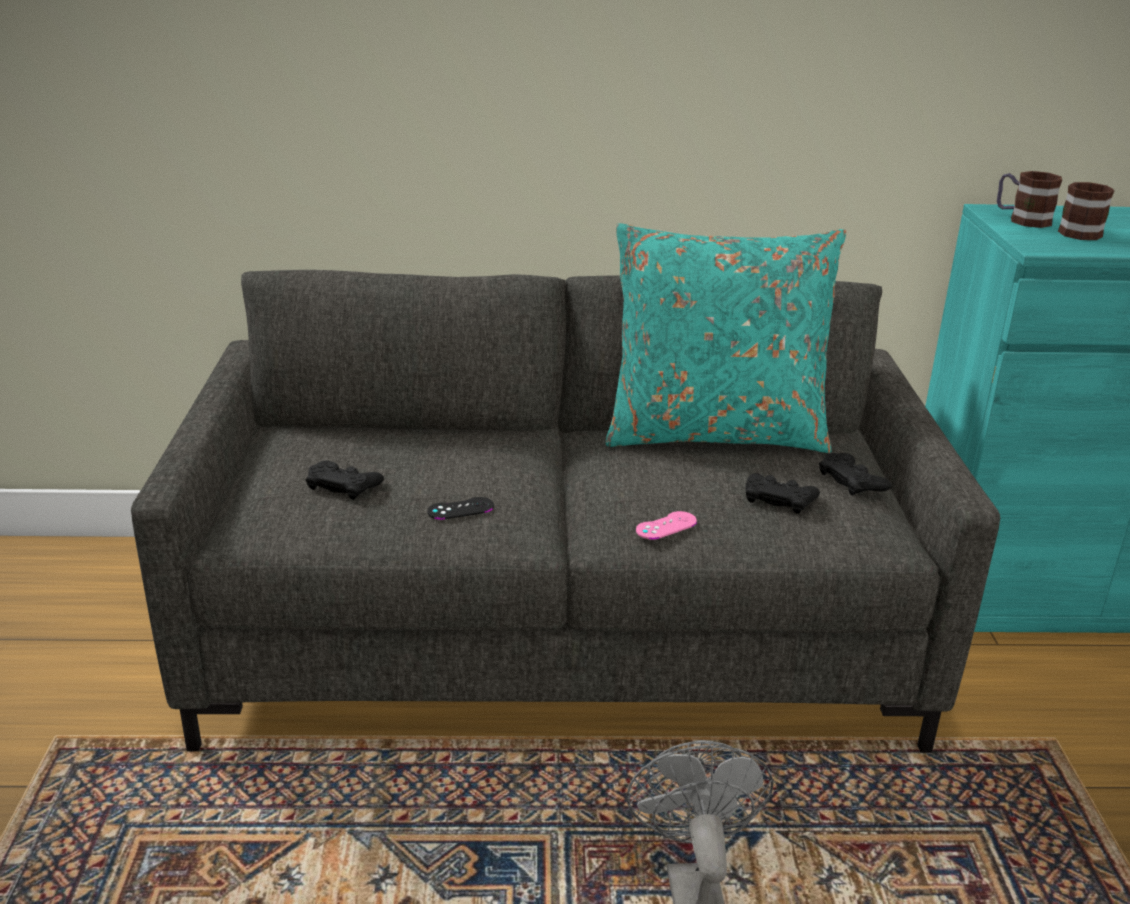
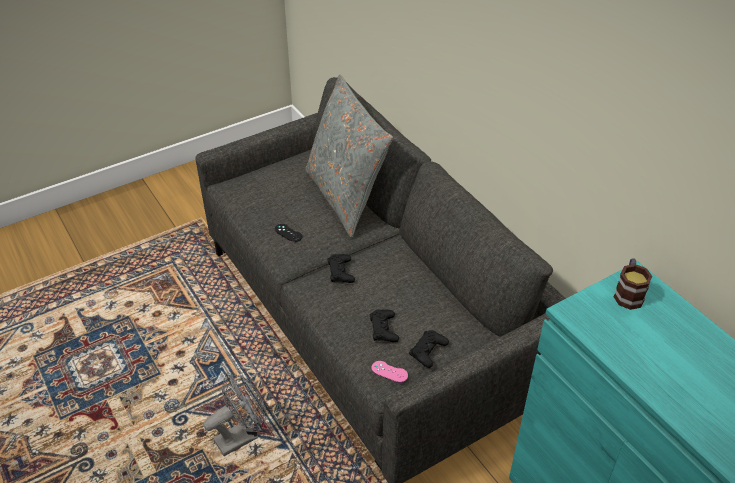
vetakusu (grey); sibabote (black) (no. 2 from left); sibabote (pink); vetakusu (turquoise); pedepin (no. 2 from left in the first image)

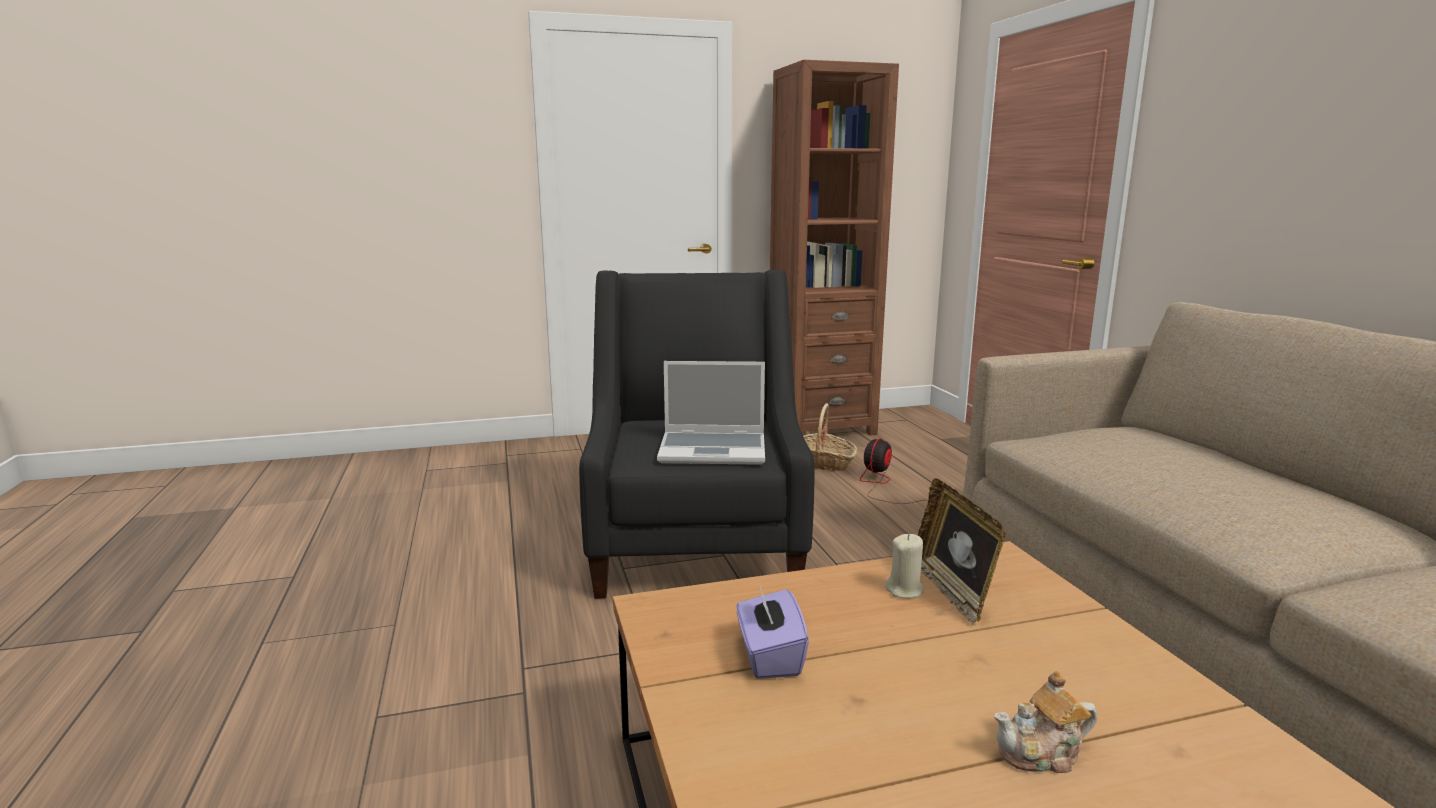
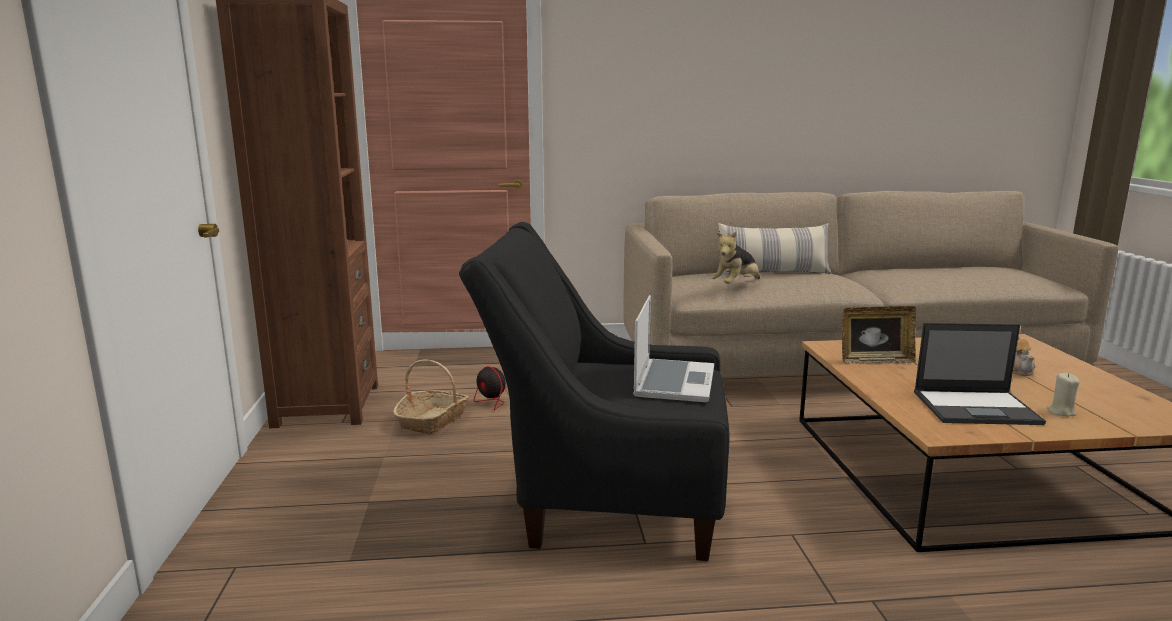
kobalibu; vetakusu; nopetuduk (no. 2 from left); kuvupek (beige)

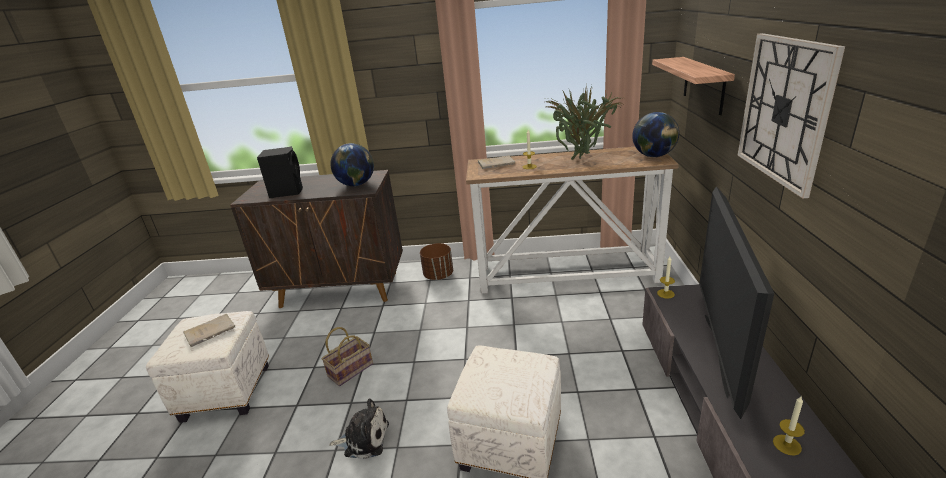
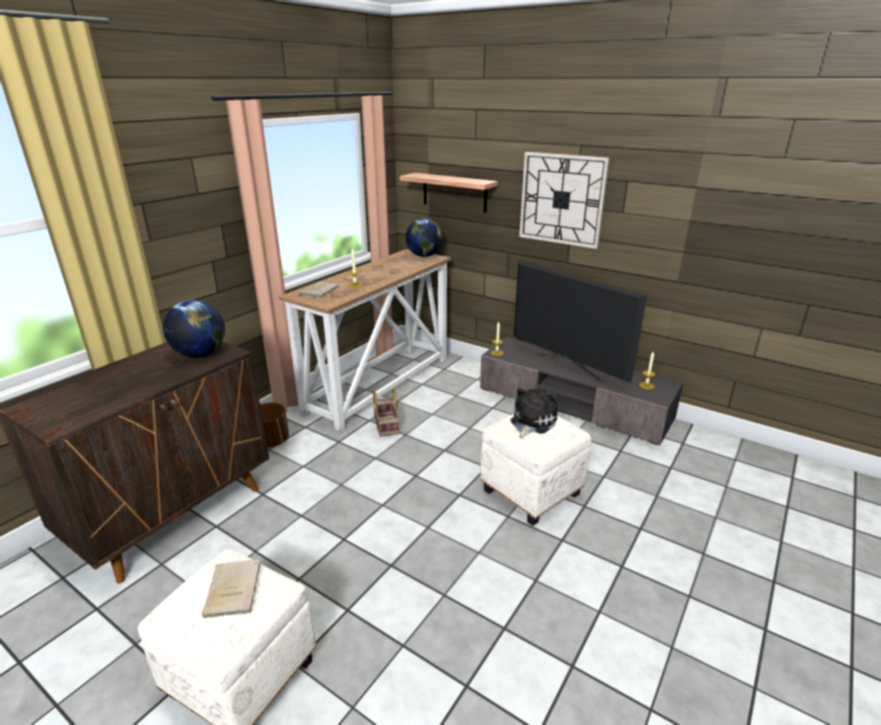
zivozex; kobalibu; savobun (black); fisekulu

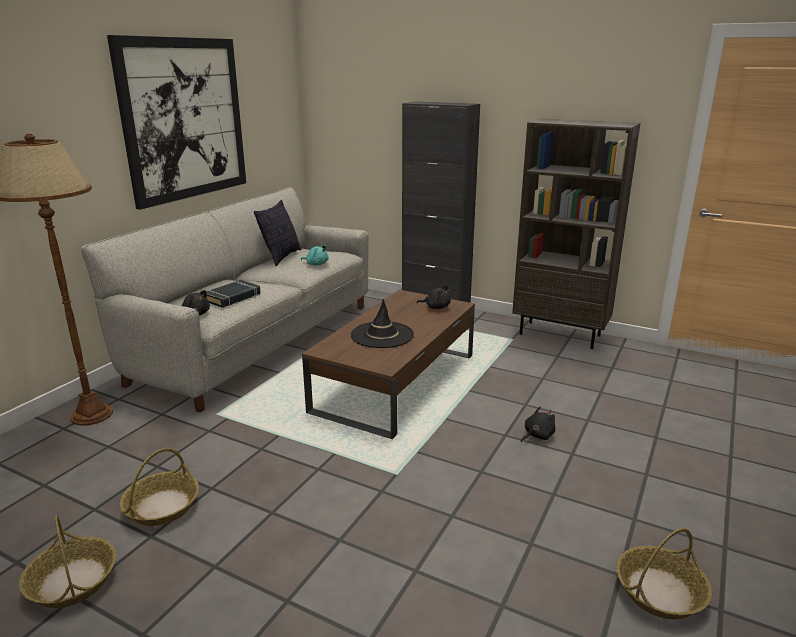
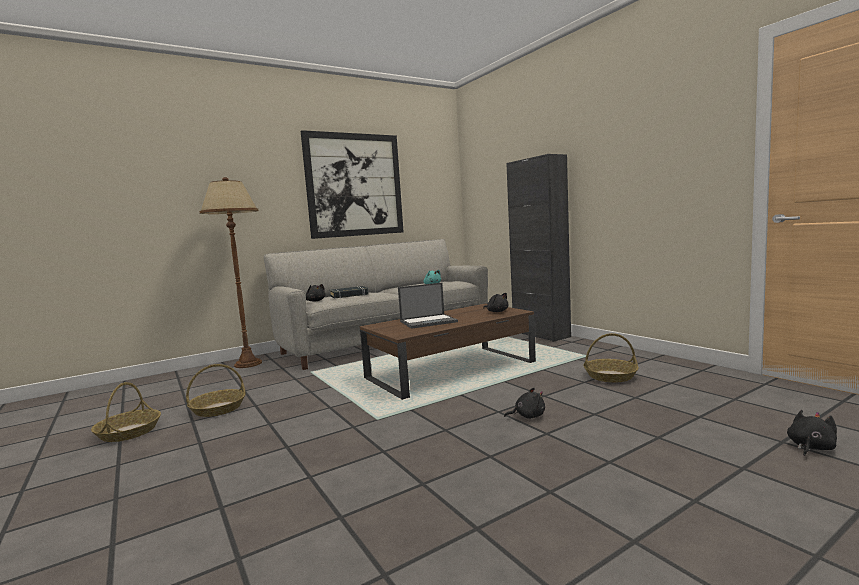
nopetuduk; zivozex (no. 3 from left); kobalibu (black) (no. 4 from left); vetakusu; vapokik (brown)

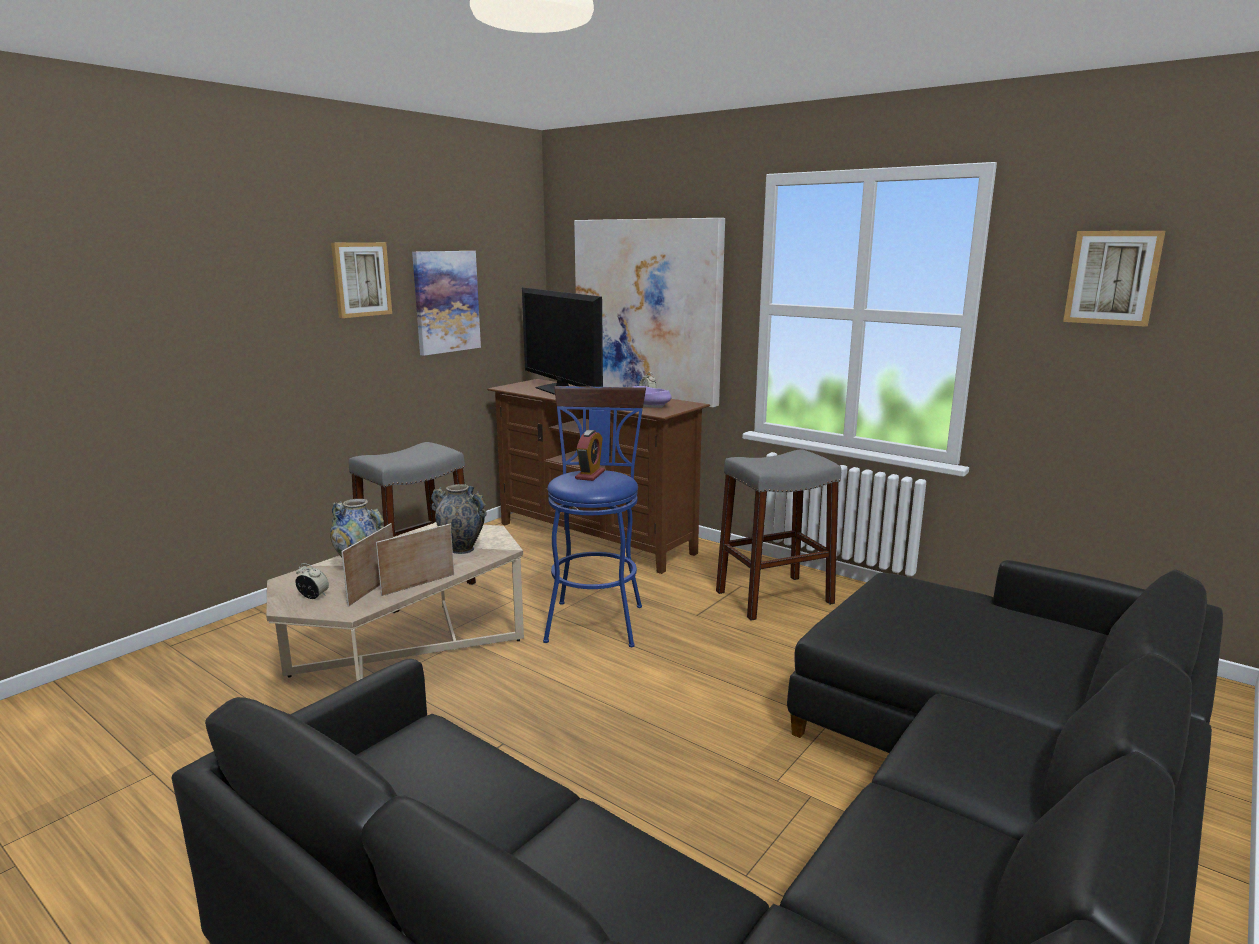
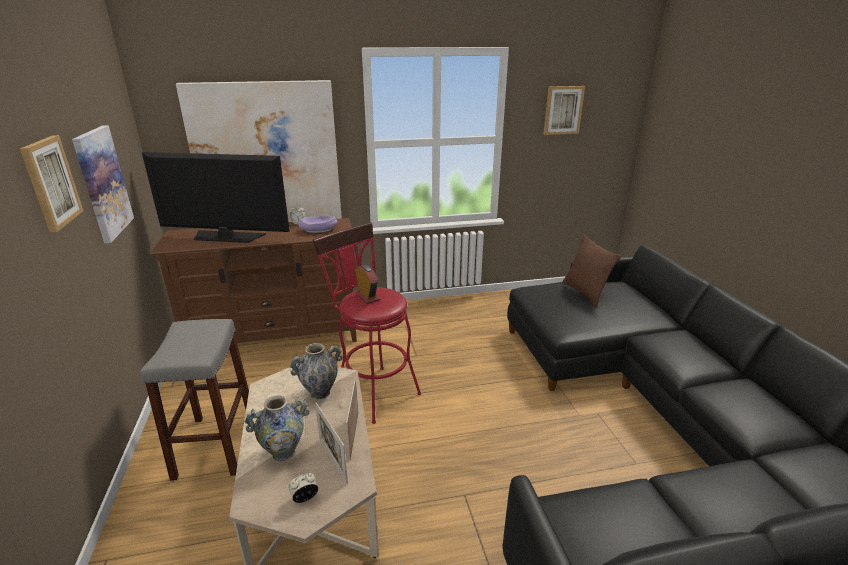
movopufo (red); vetakusu (brown); movopufo (grey) (no. 2 from left in the first image)

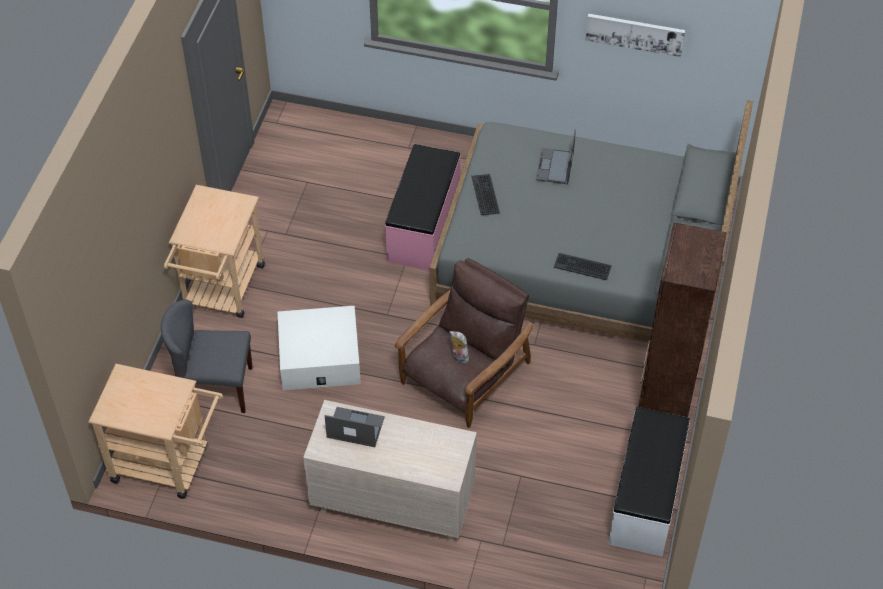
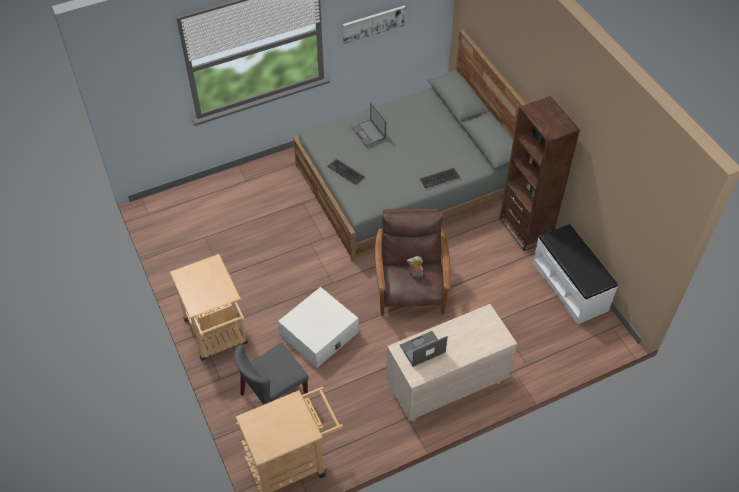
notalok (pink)

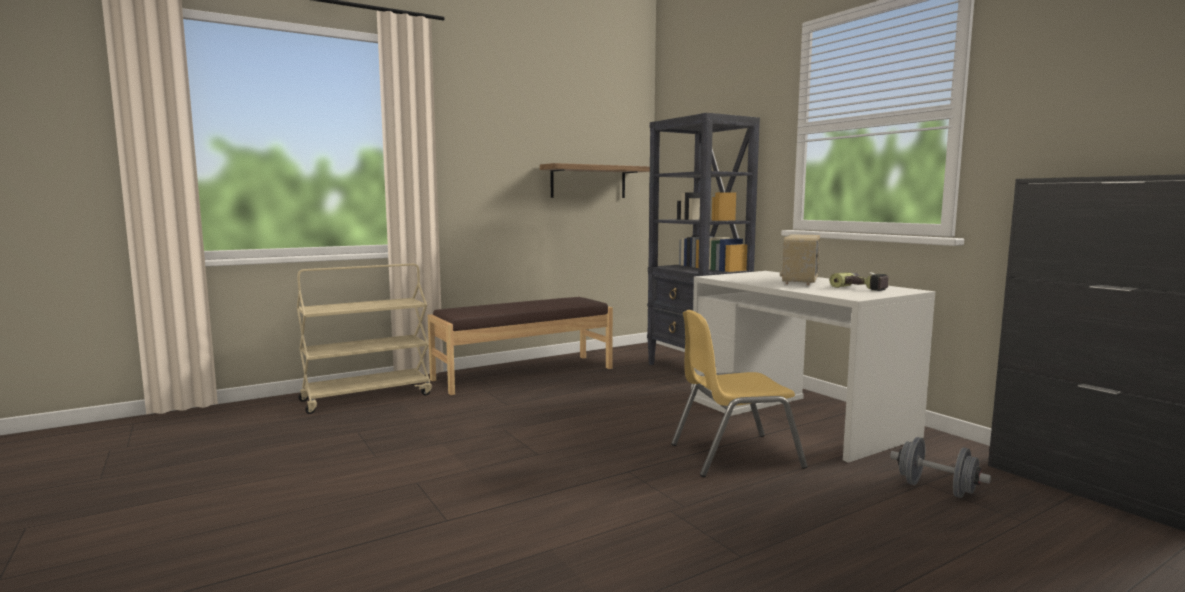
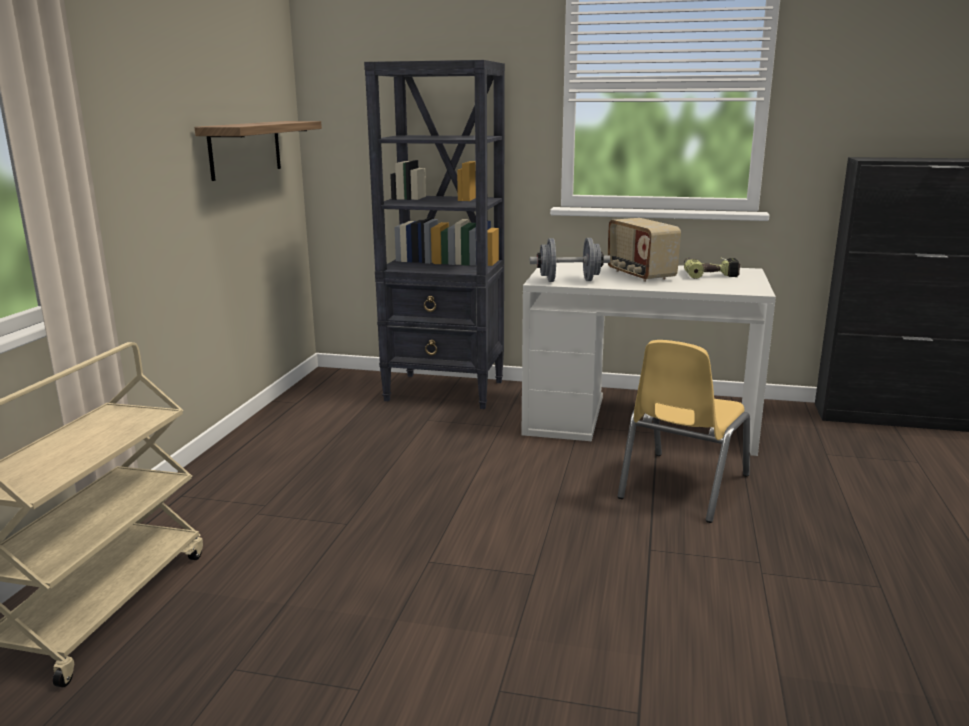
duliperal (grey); notalok (brown)

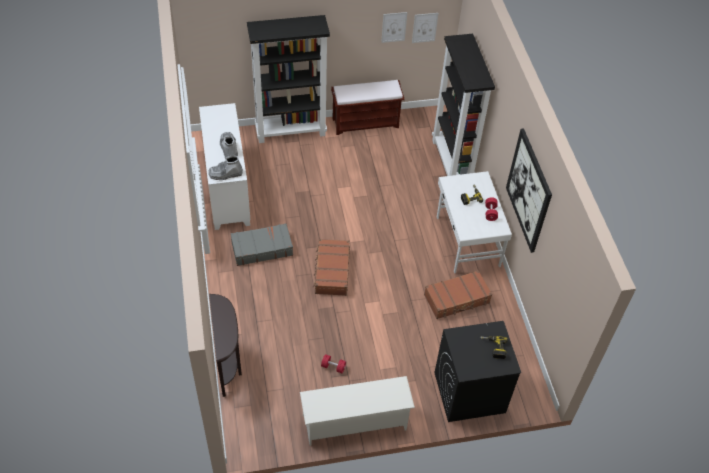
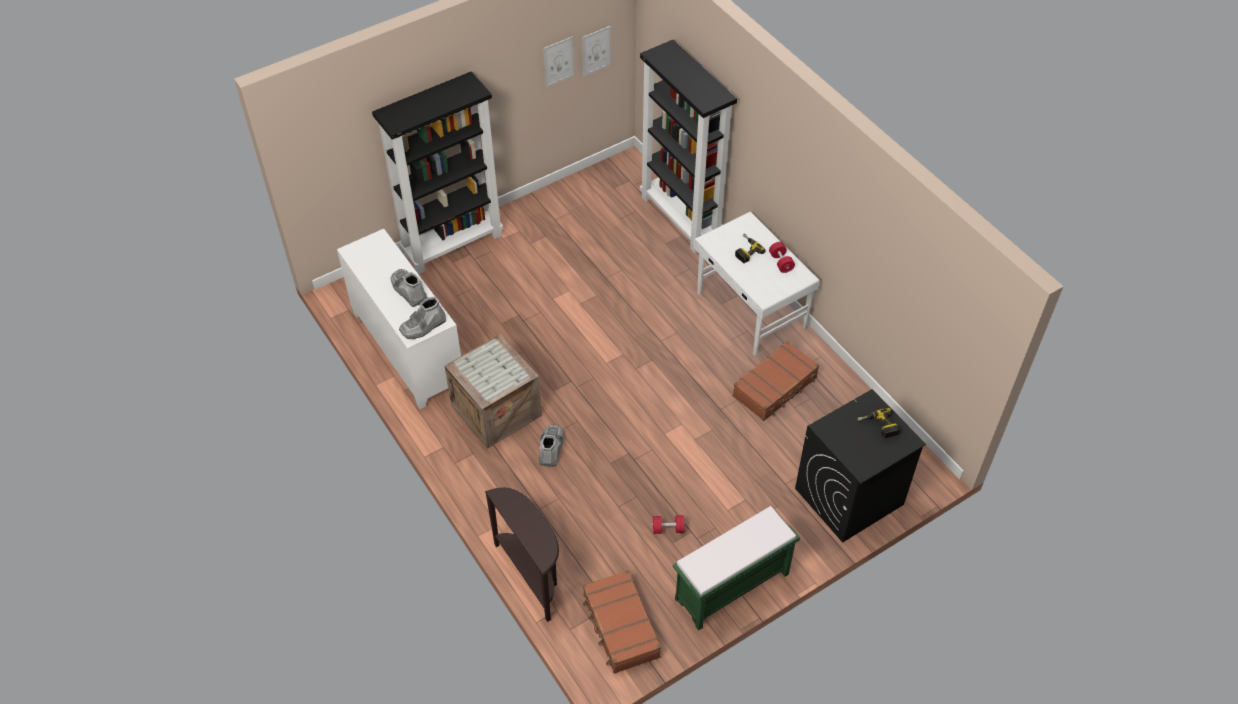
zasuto; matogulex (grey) (no. 3 from left); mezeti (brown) (no. 1 from left); notalok (green); notalok (brown); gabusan (no. 3 from left in the first image)

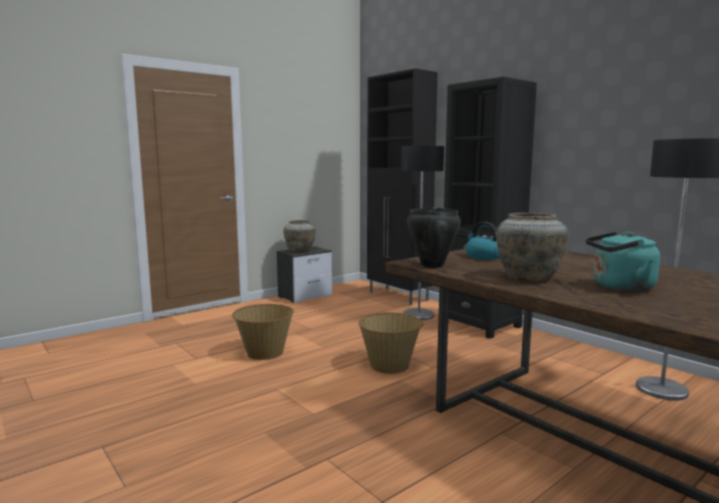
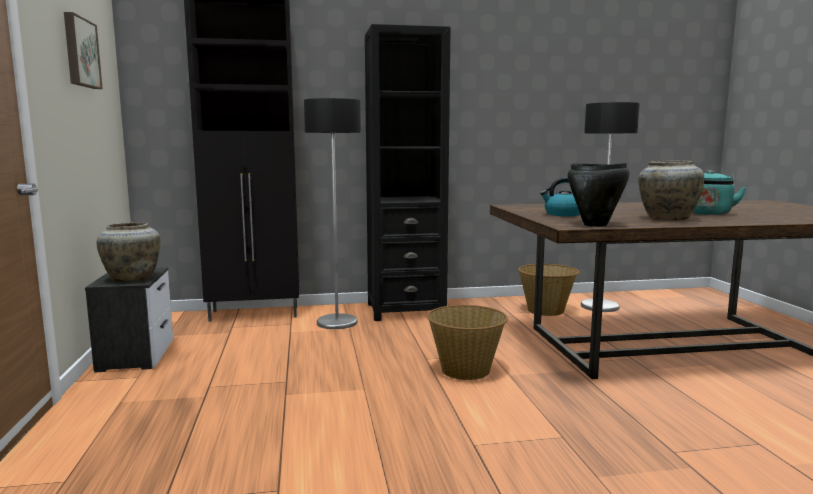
gabusan; zivozex (no. 2 from left)

